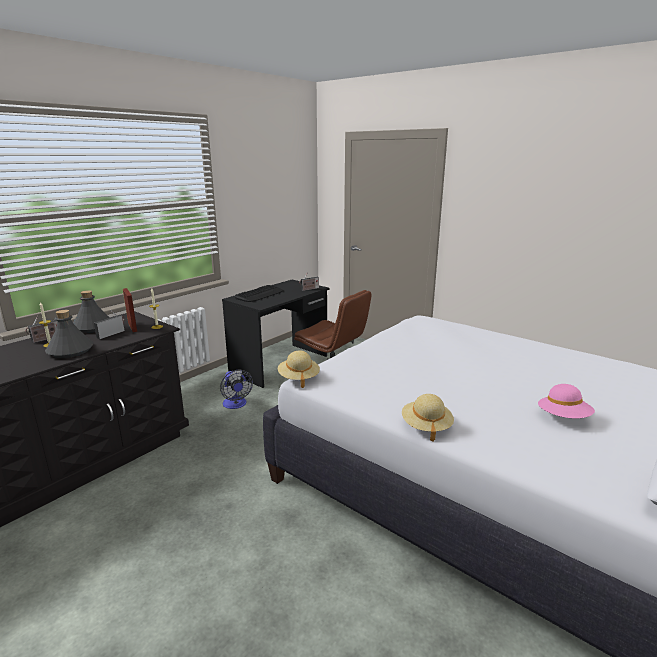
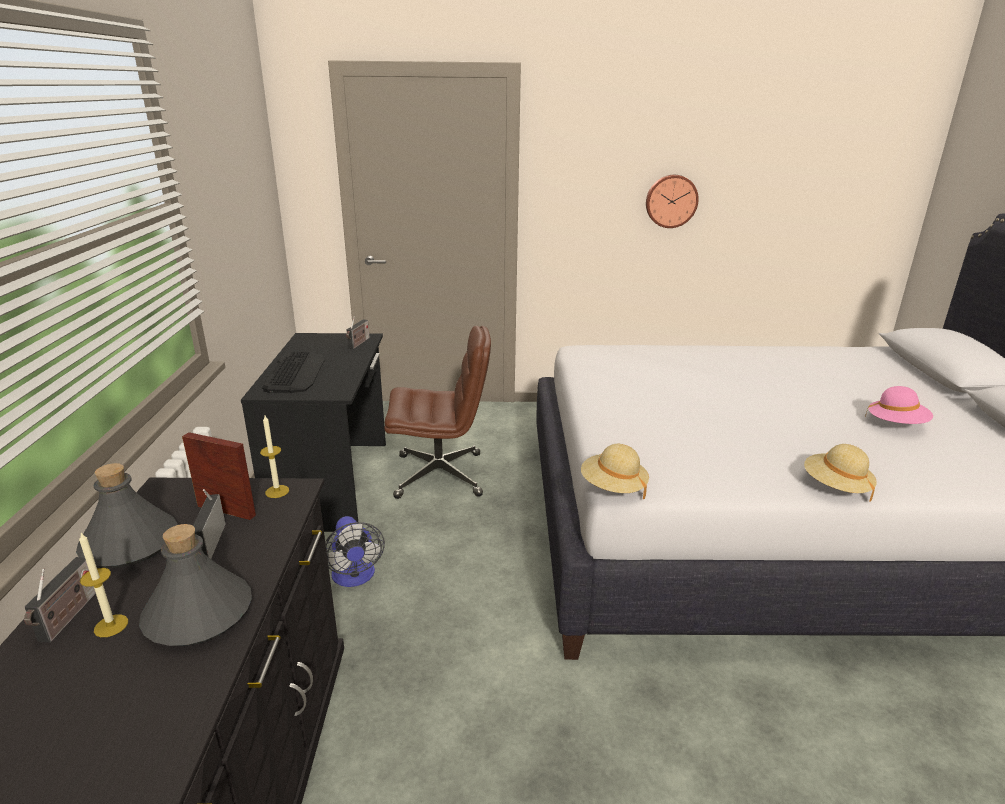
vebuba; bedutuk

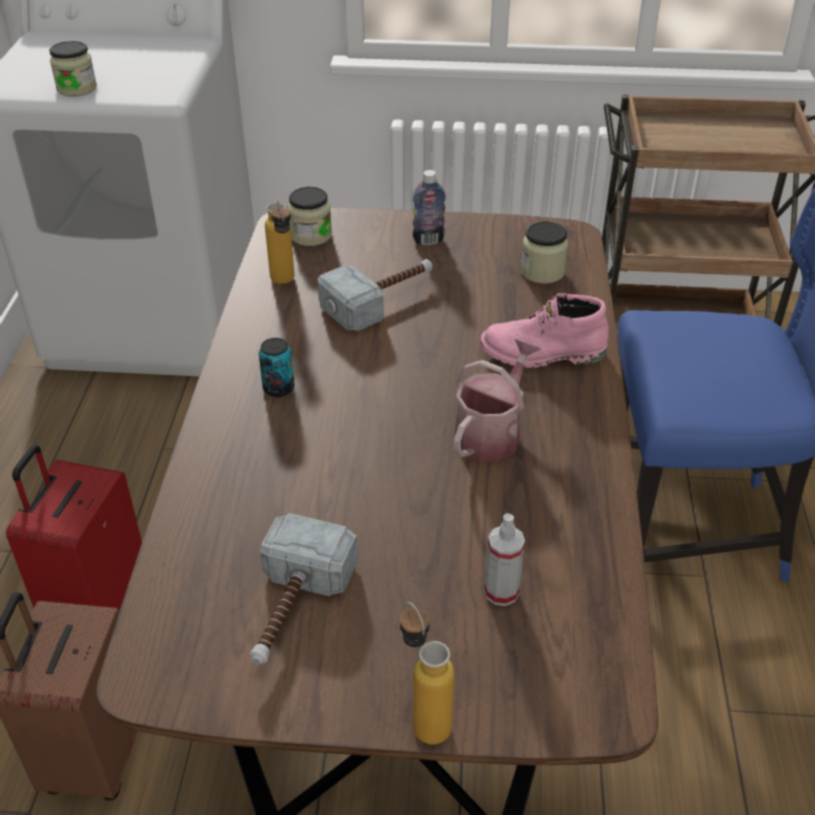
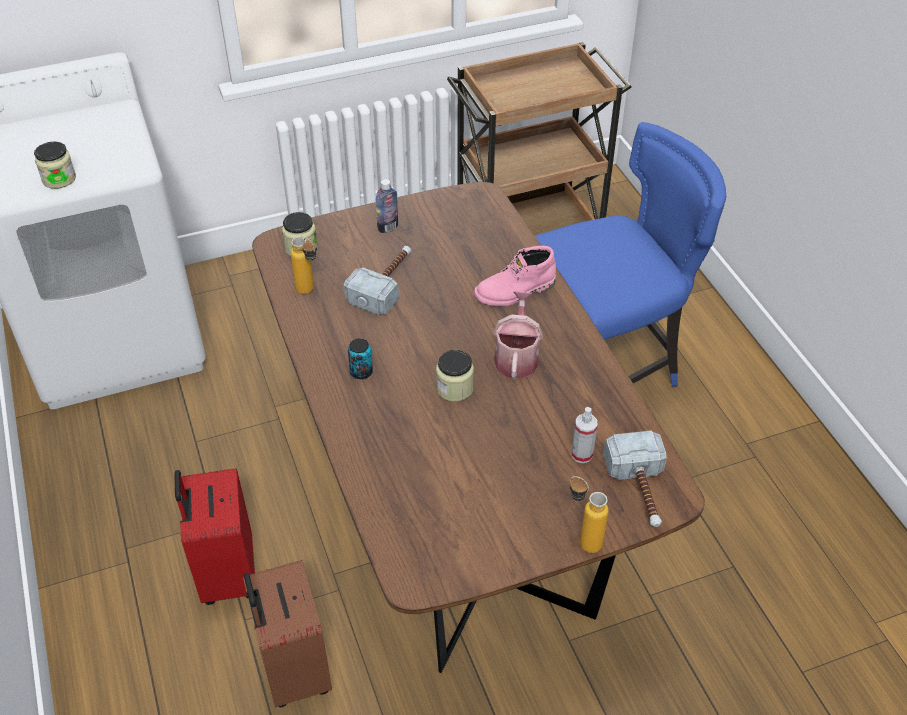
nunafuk (no. 3 from left); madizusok (no. 2 from left)

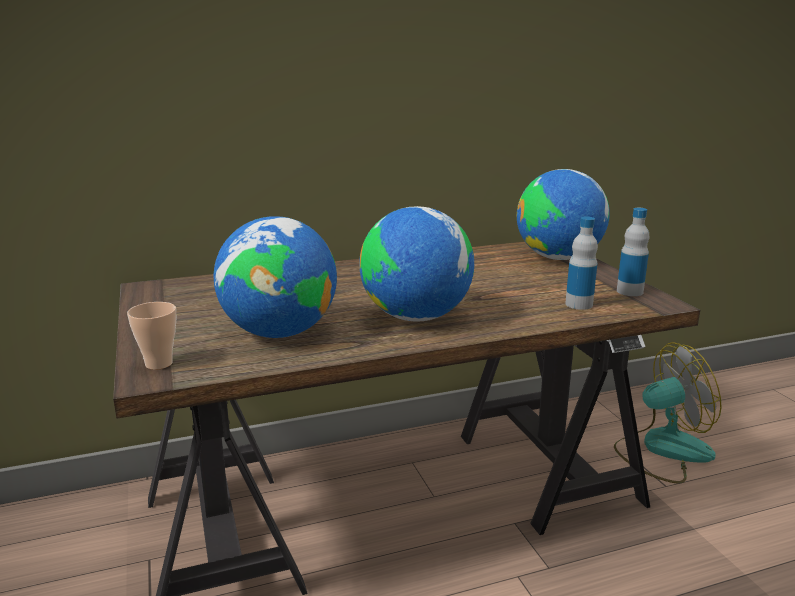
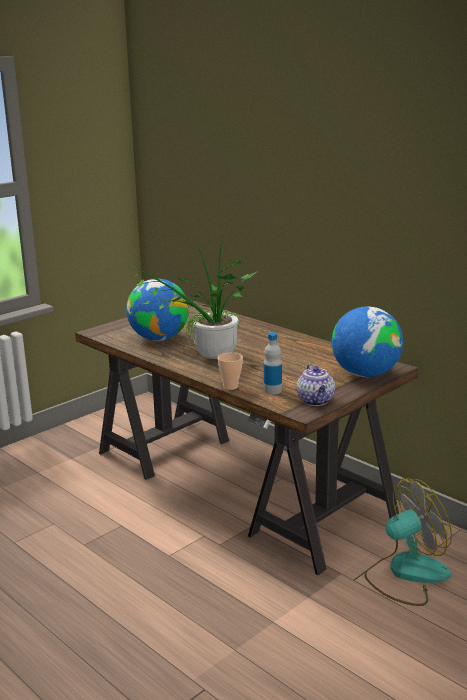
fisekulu; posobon; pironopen; vebuba

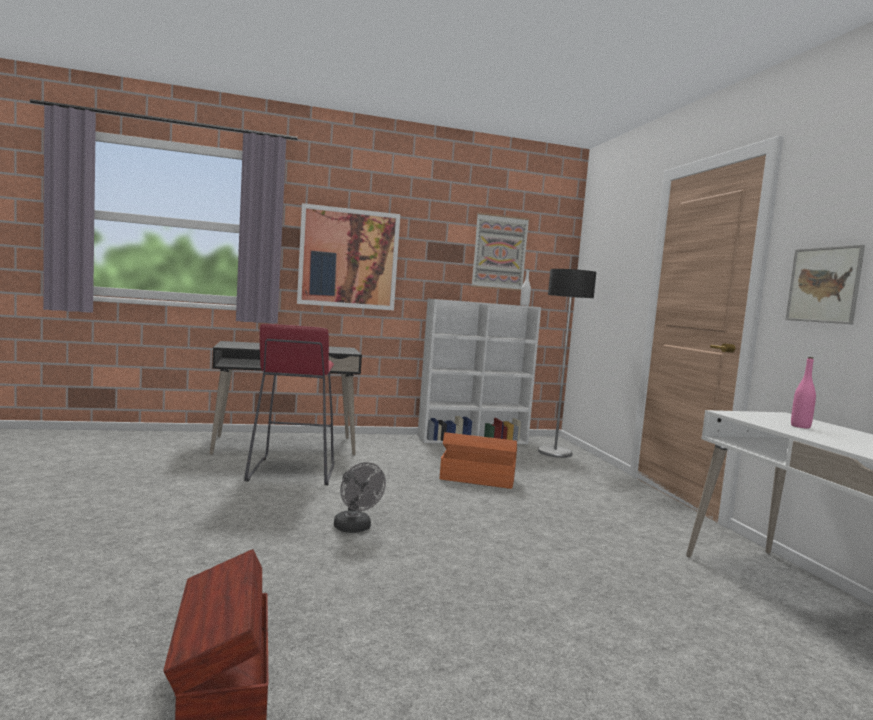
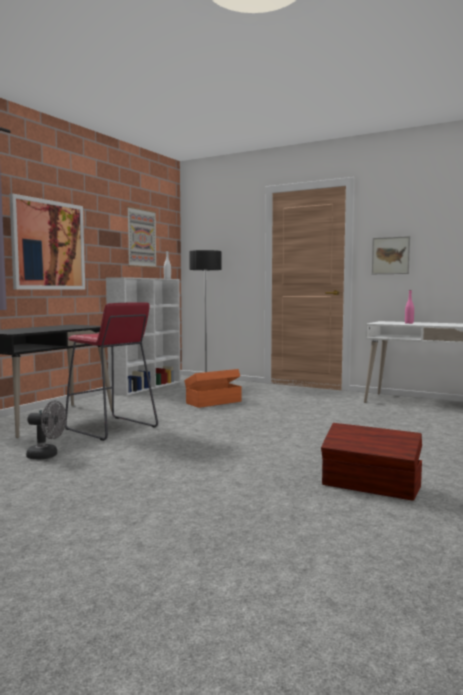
vebuba (grey)

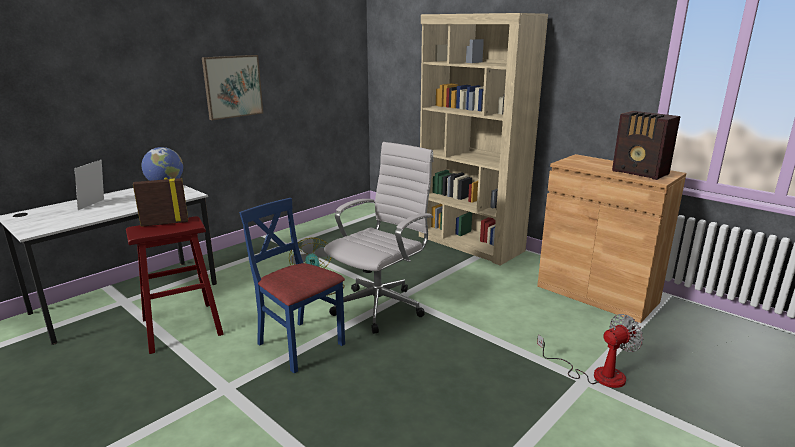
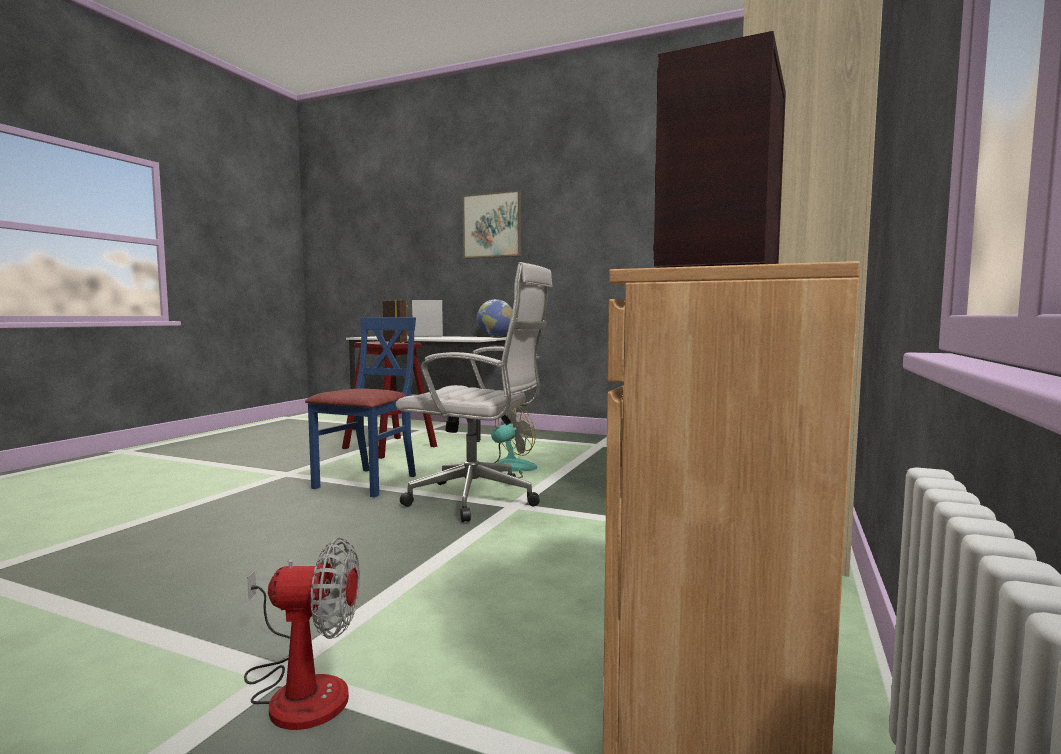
vebuba (no. 1 from left); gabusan

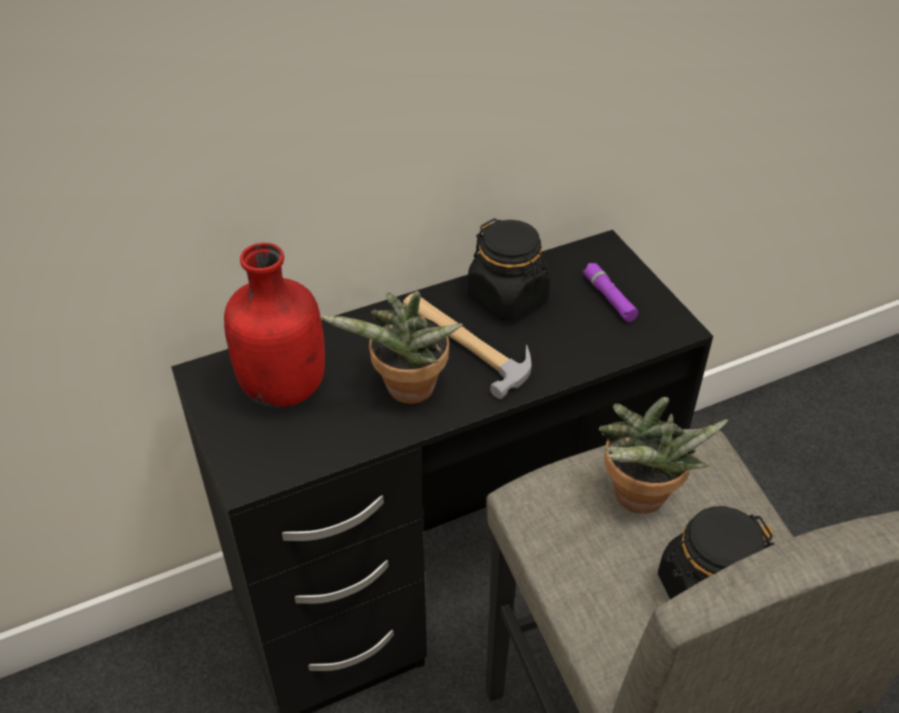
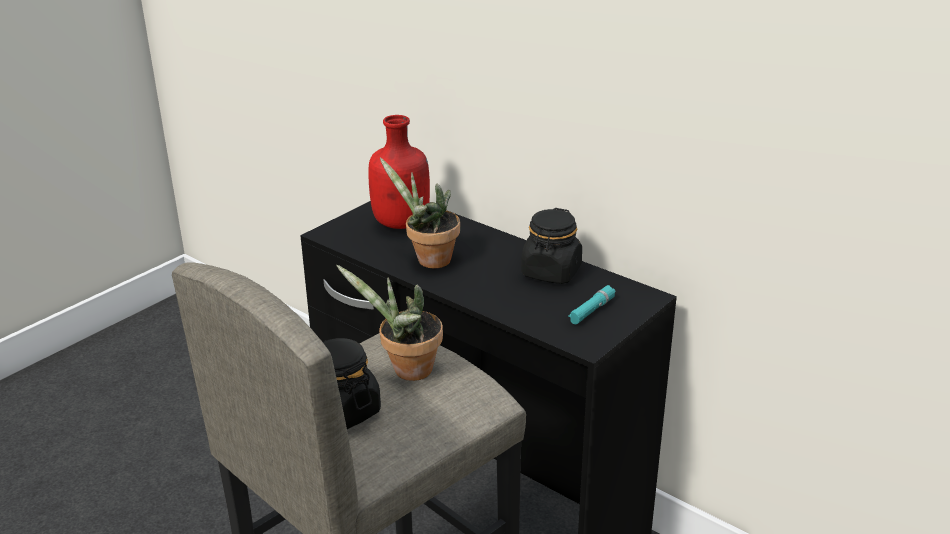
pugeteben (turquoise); madizusok

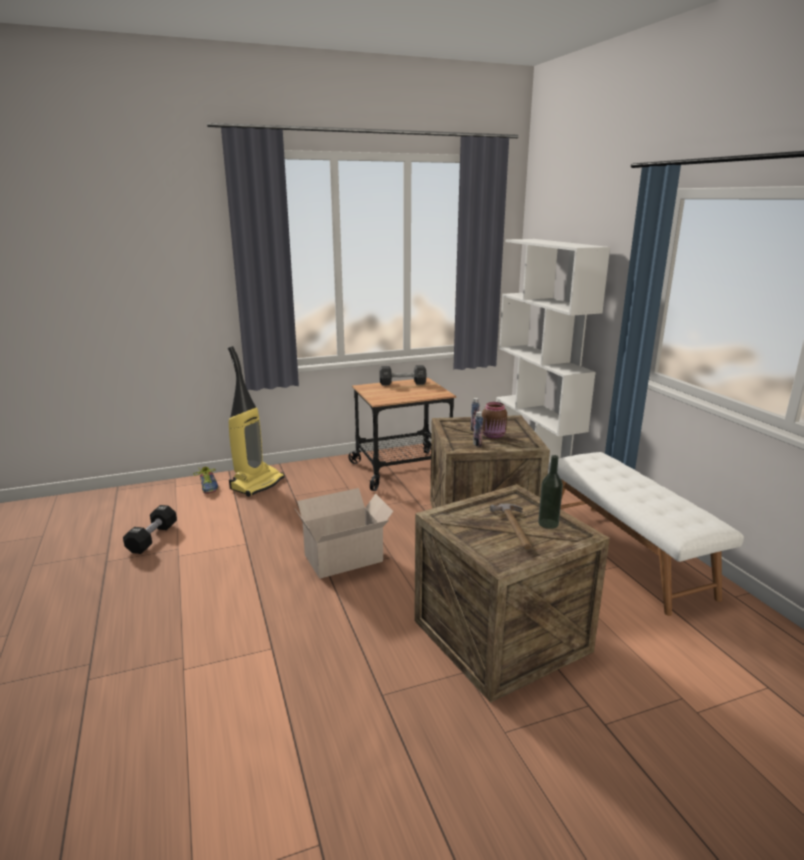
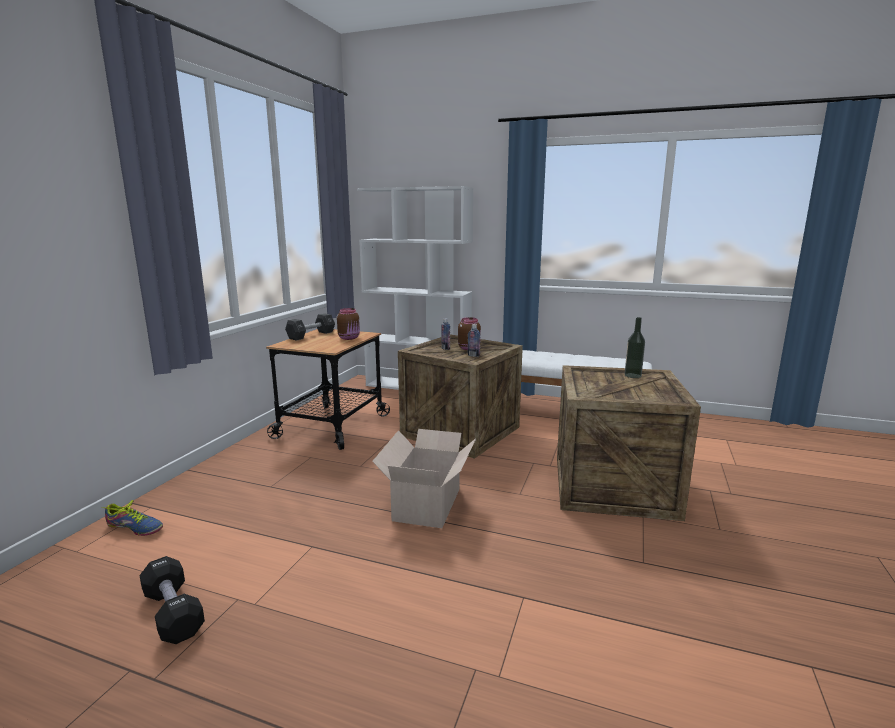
nunafuk (brown) (no. 1 from left); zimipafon; madizusok

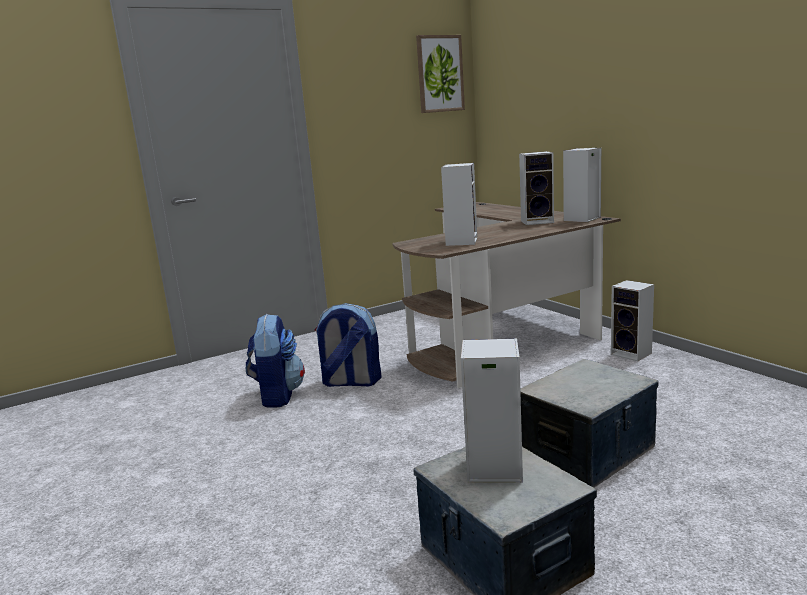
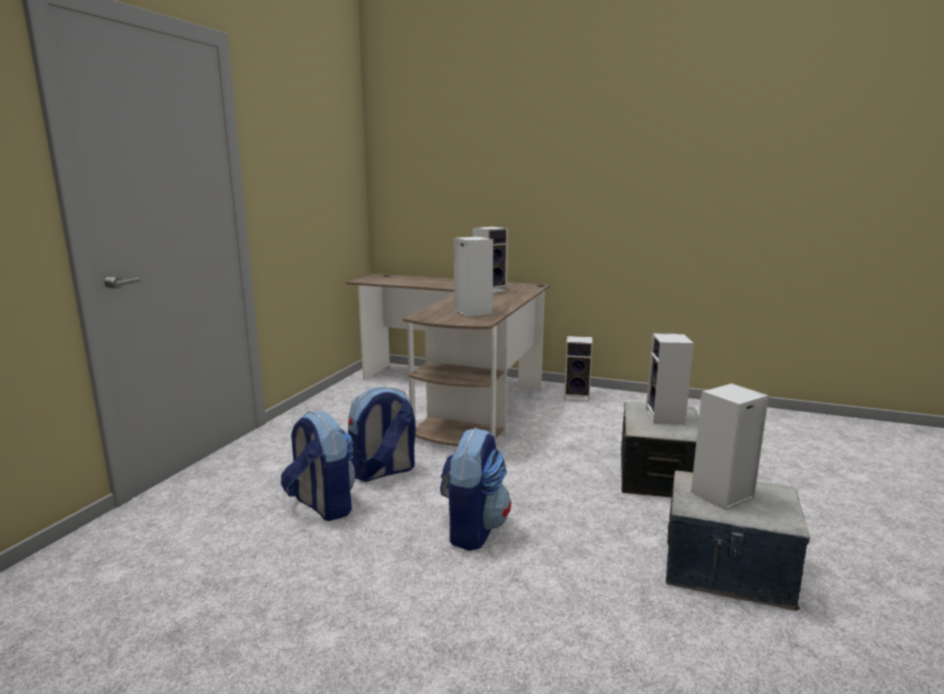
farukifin (no. 3 from left); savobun (no. 4 from left); gabusan

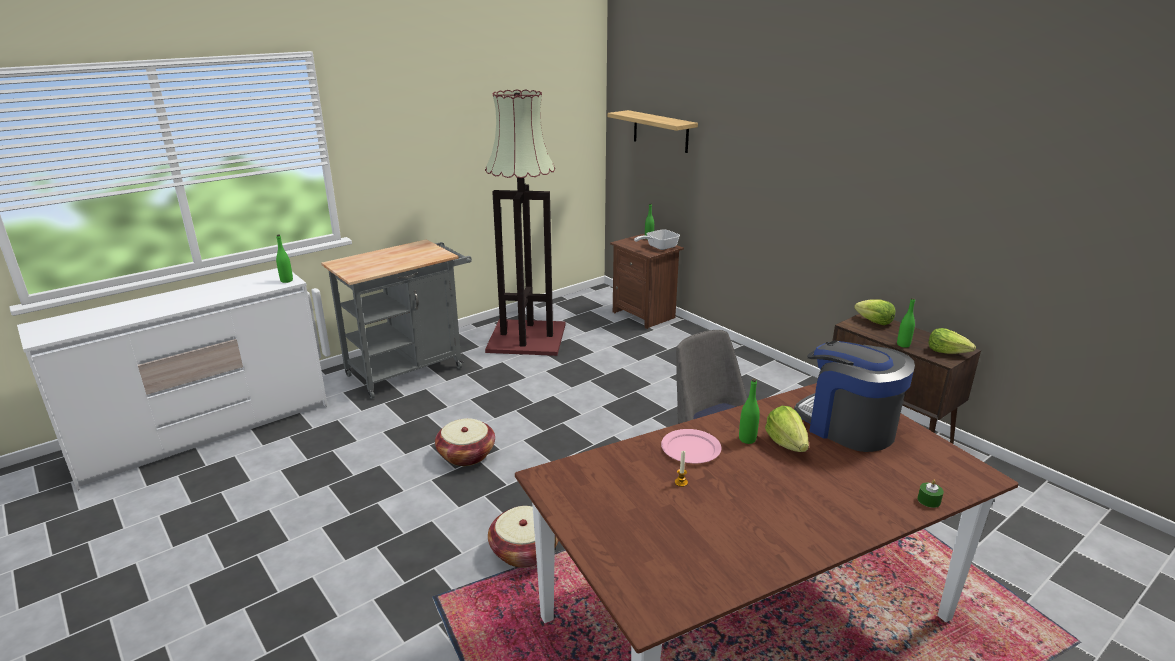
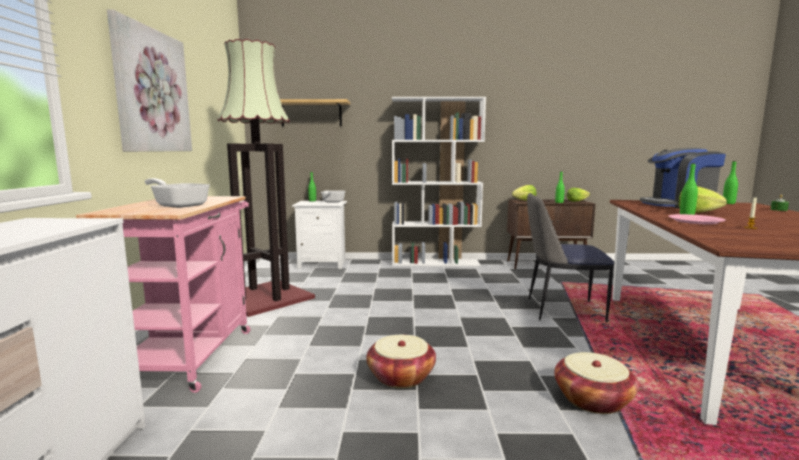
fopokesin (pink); gabusan; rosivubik (no. 1 from left); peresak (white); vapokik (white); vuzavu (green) (no. 4 from left)

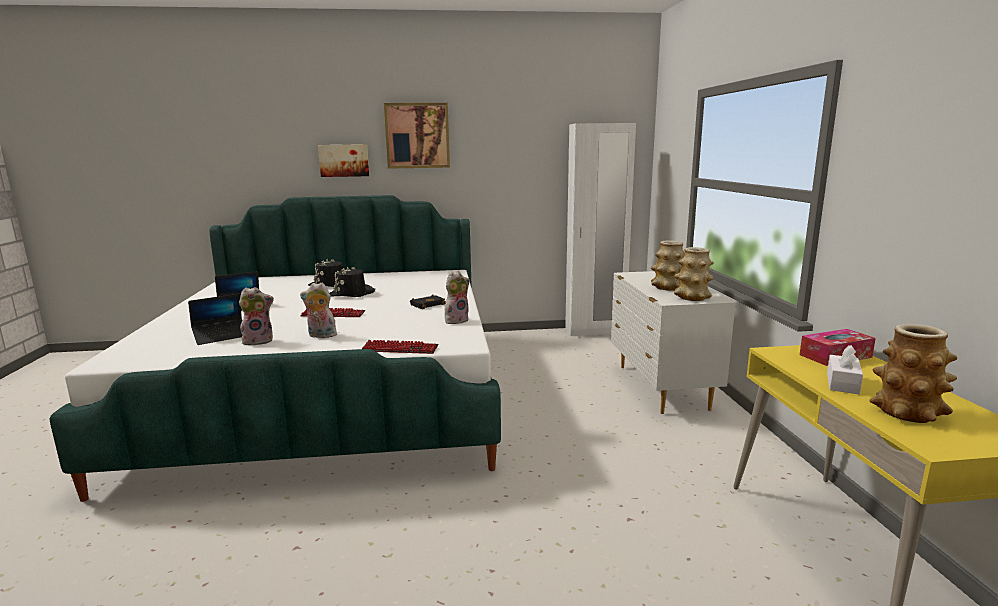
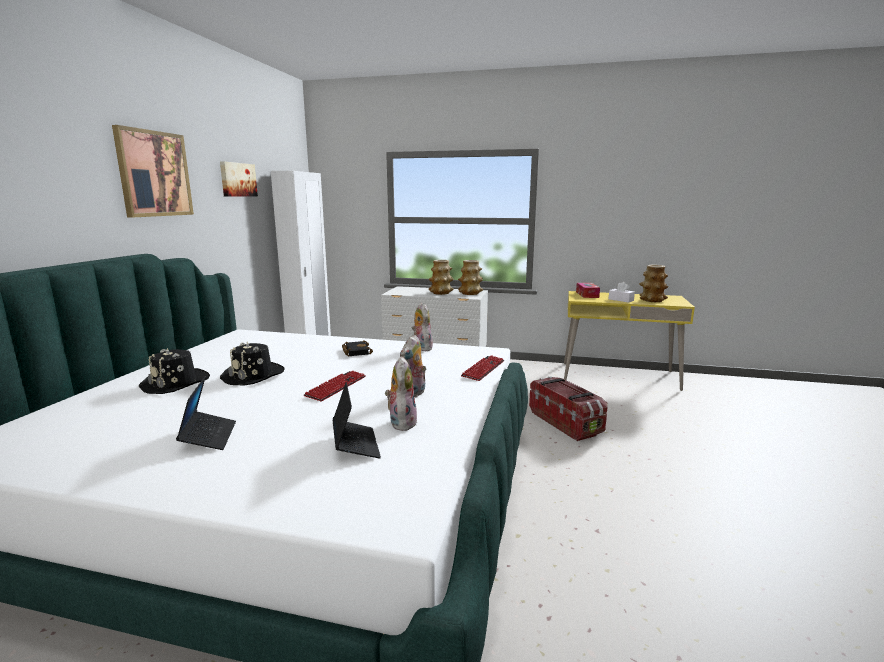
gabusan (no. 2 from left); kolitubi

